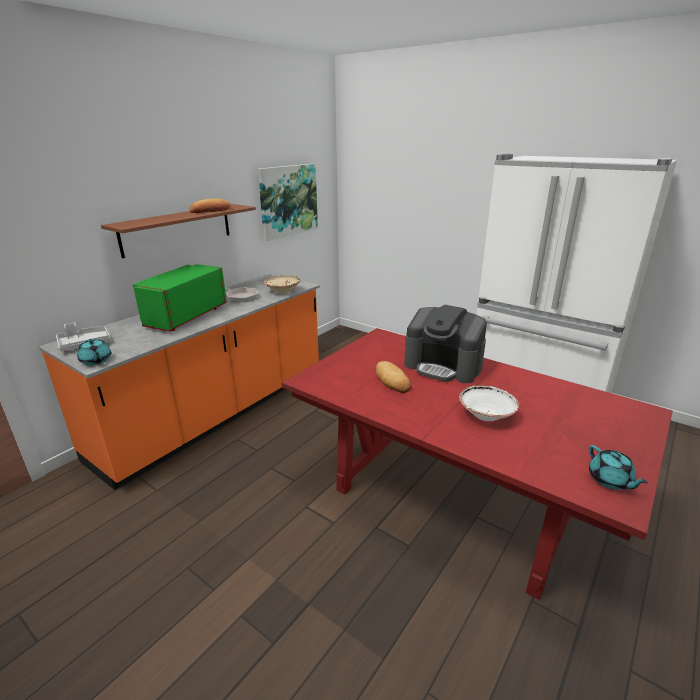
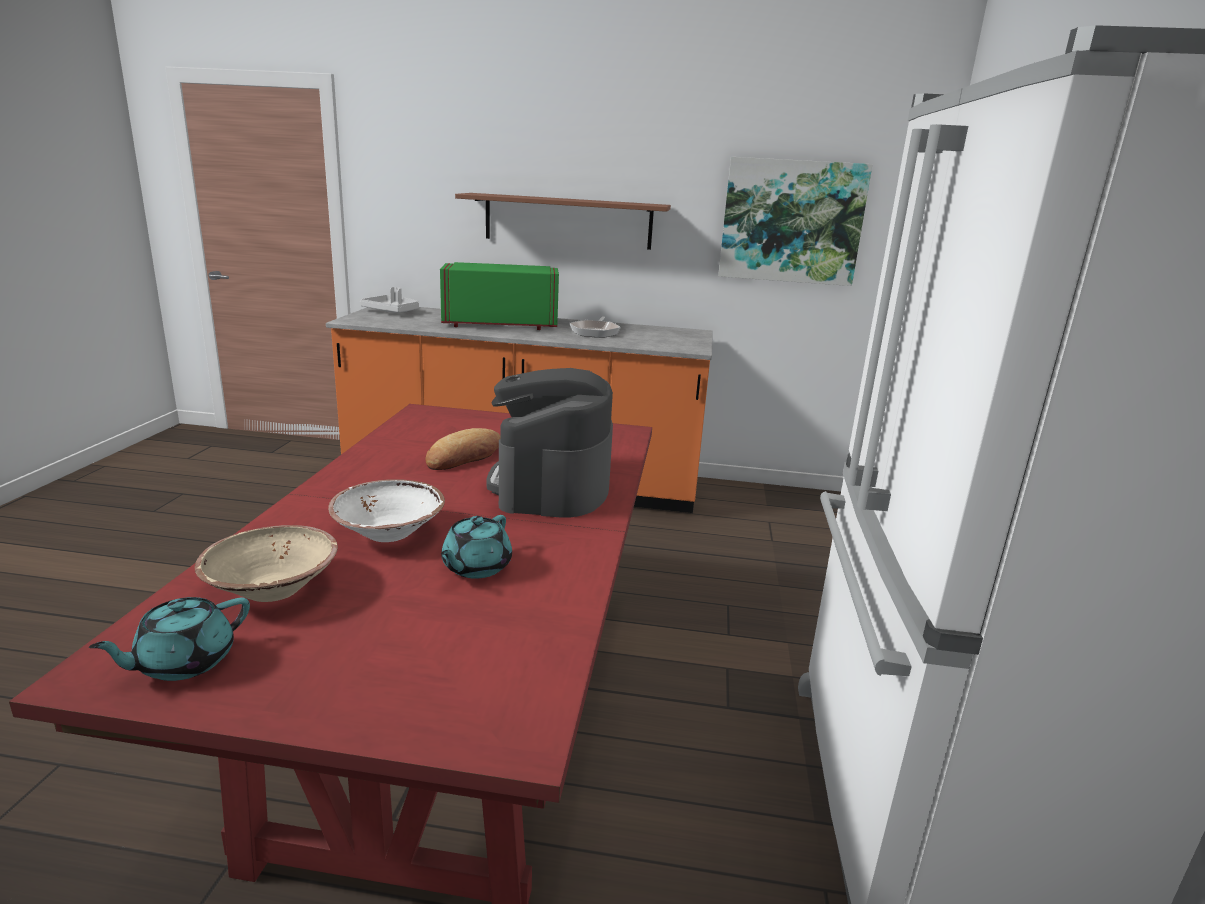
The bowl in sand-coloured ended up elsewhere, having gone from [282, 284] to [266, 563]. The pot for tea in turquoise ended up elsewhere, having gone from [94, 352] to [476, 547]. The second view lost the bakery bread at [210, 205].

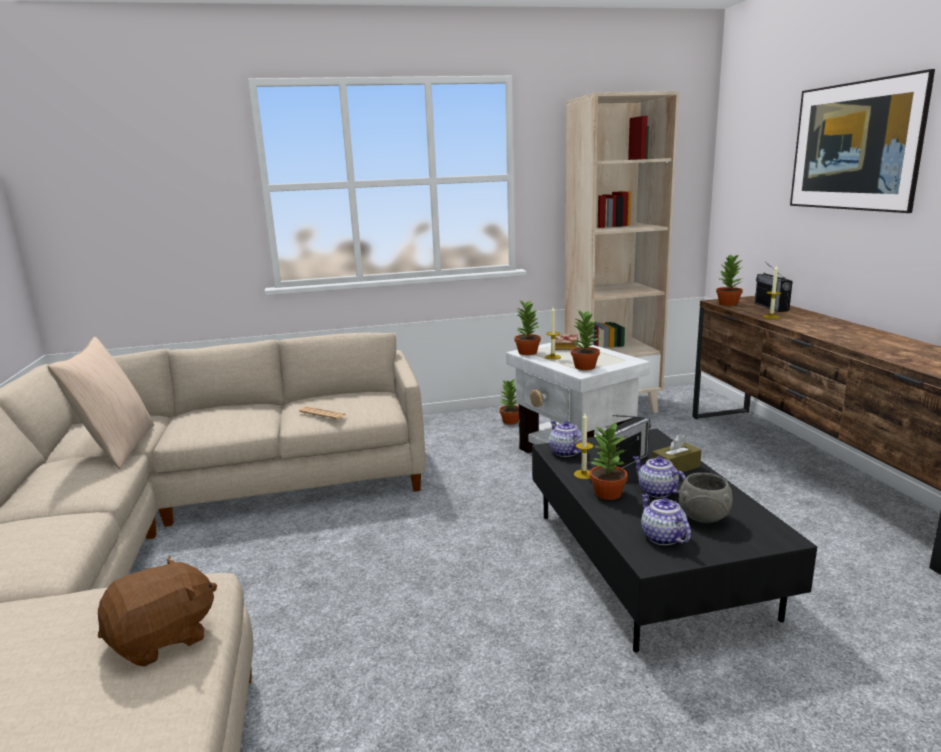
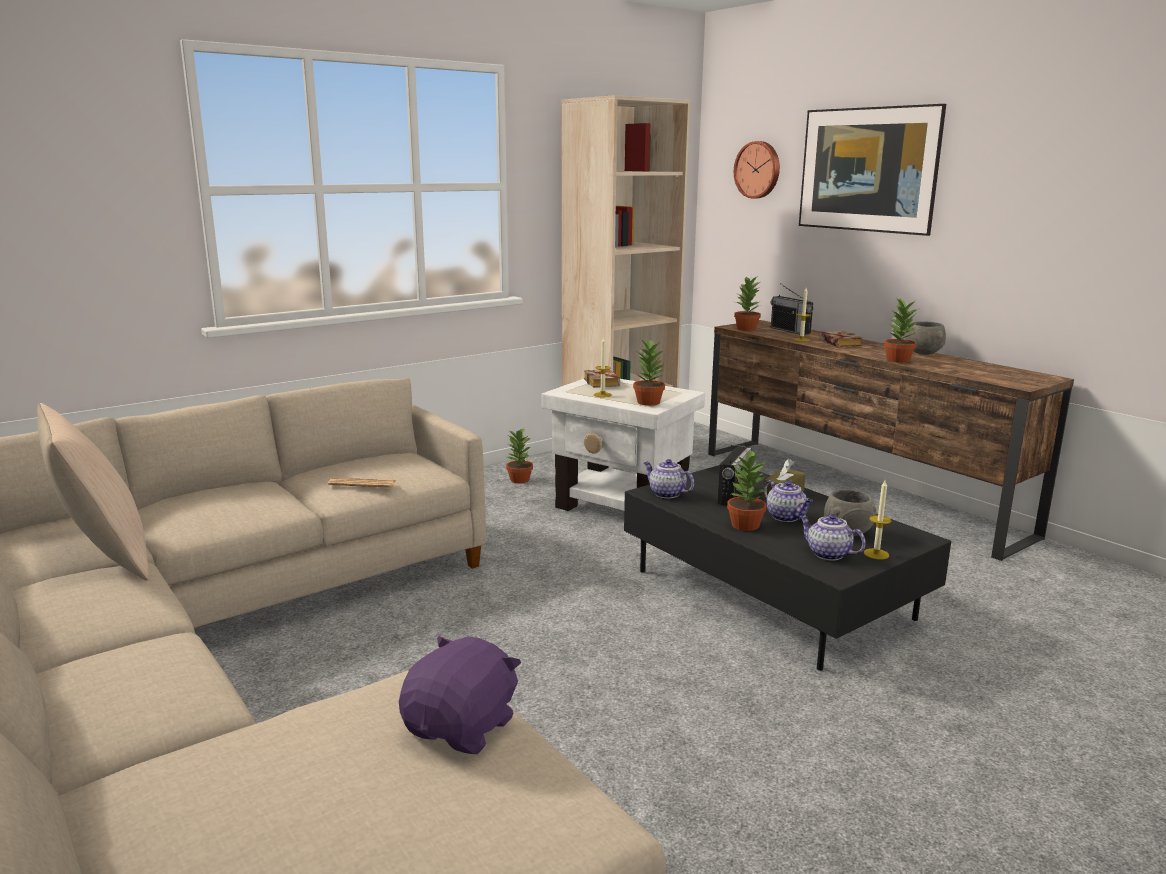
What was the plush toy in brown-coloured at [157, 611] turned into the plush toy in purple-coloured at [460, 695]. The second view gained the hanging clock at [757, 170]. The pot for tea at [659, 477] ended up facing another way, 150 degrees counterclockwise from before. The second view gained the volume at [840, 339]. The candle ended up elsewhere, having gone from [583, 446] to [877, 520]. The potted plant ended up elsewhere, having gone from [527, 328] to [901, 330]. The second view gained the bowl in greyish at [925, 338].

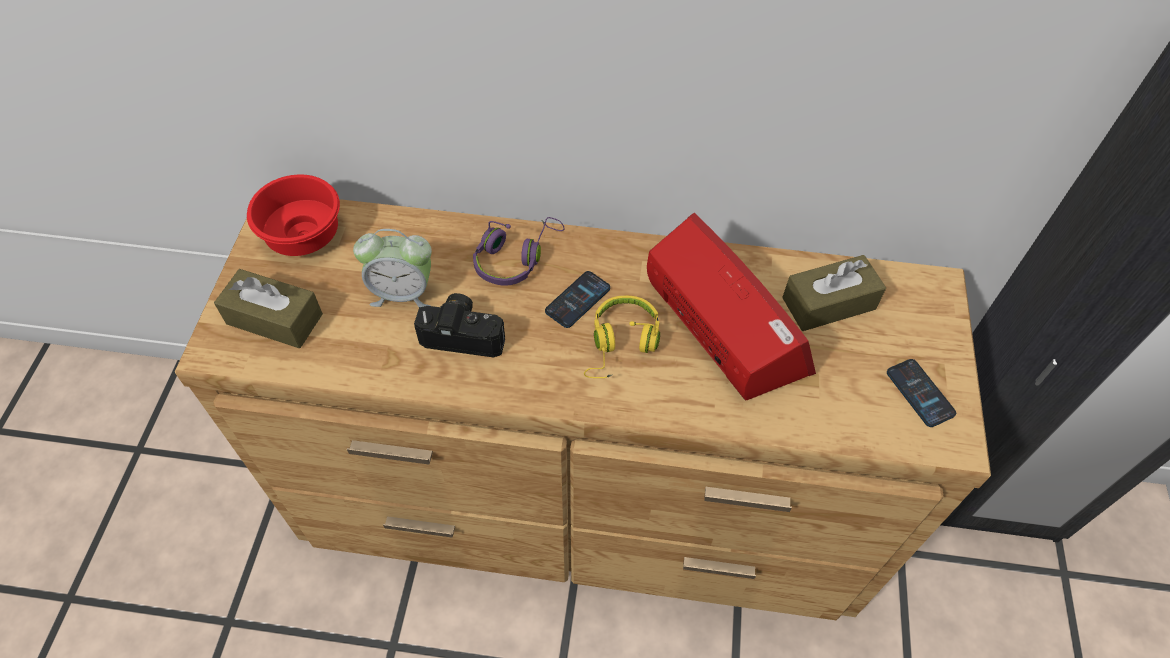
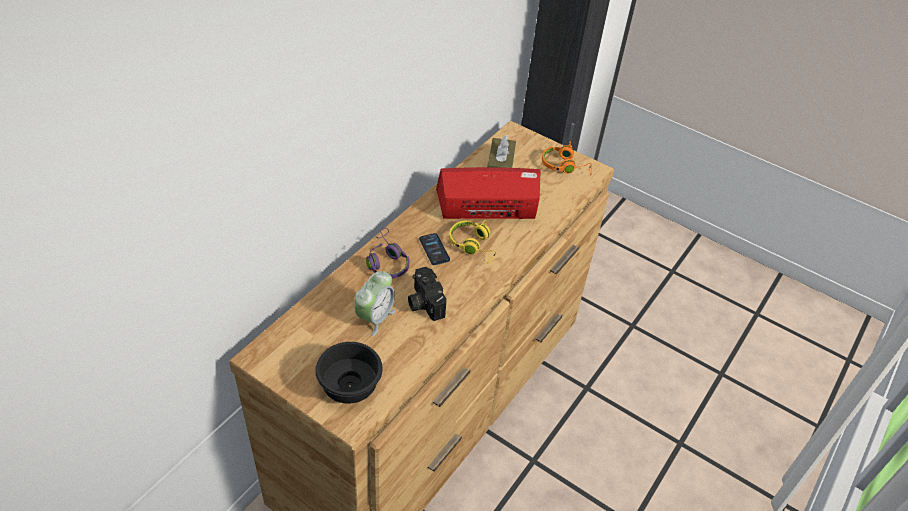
Where the tissue box in brown-coloured stood at [268, 308], the bowl in black-coloured came to stand at [348, 373]. The still camera at [459, 325] ended up facing another way, 60 degrees counterclockwise from before. Where the telephone stood at [921, 393], the headphones in orange came to stand at [567, 158]. The second view lost the bowl in reddish at [293, 215].

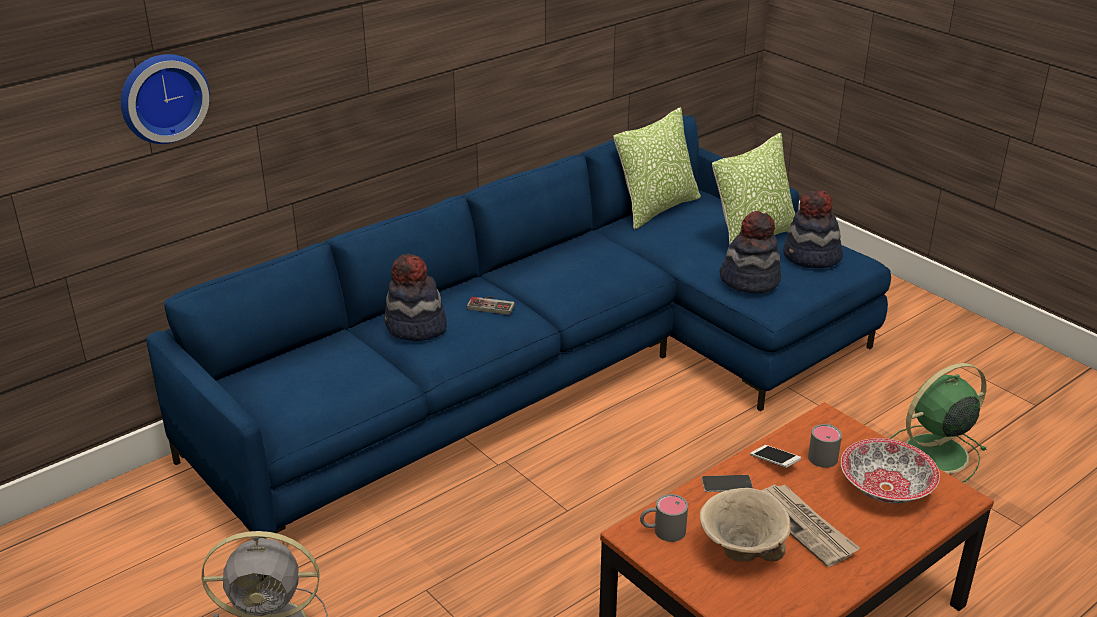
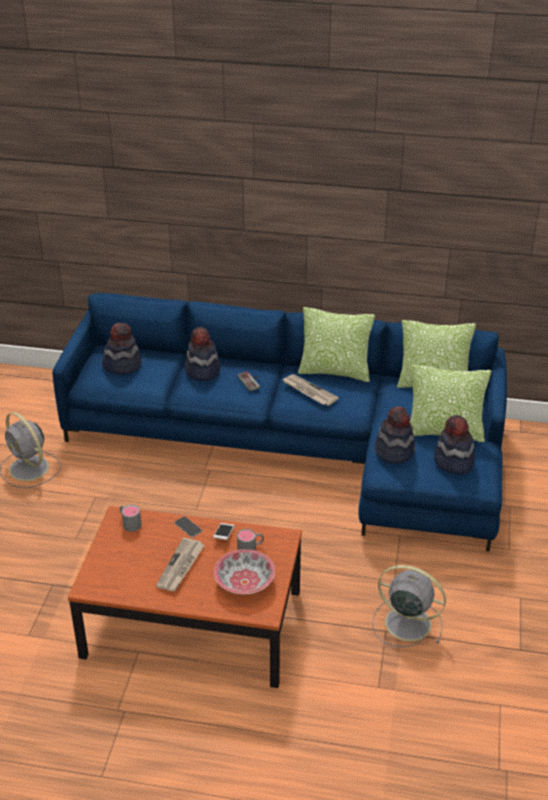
The second view gained the hat at [122, 349]. The second view gained the printed paper at [310, 390]. The second view gained the cushion at [336, 344]. What was the cooling fan in greenish at [938, 422] turned into the cooling fan in greyish at [409, 606]. The second view lost the hanging clock at [165, 99]. The second view lost the bowl in sand-coloured at [745, 525].

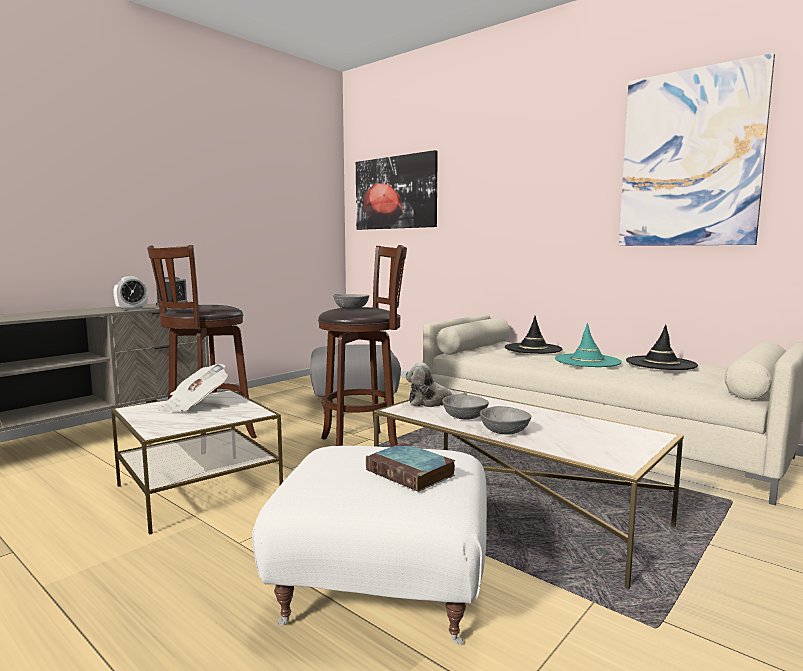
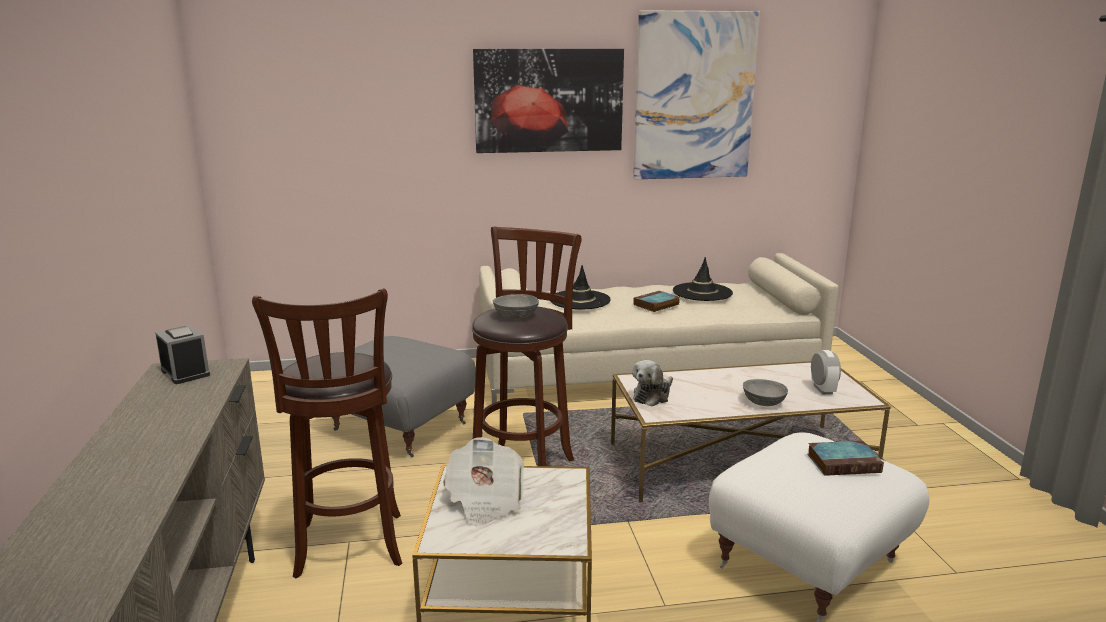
The picture ended up elsewhere, having gone from [397, 190] to [548, 101]. Where the hat in turquoise stood at [588, 345], the volume came to stand at [656, 301]. The alarm clock ended up elsewhere, having gone from [130, 293] to [826, 372]. The second view lost the bowl in greyish at [465, 407].

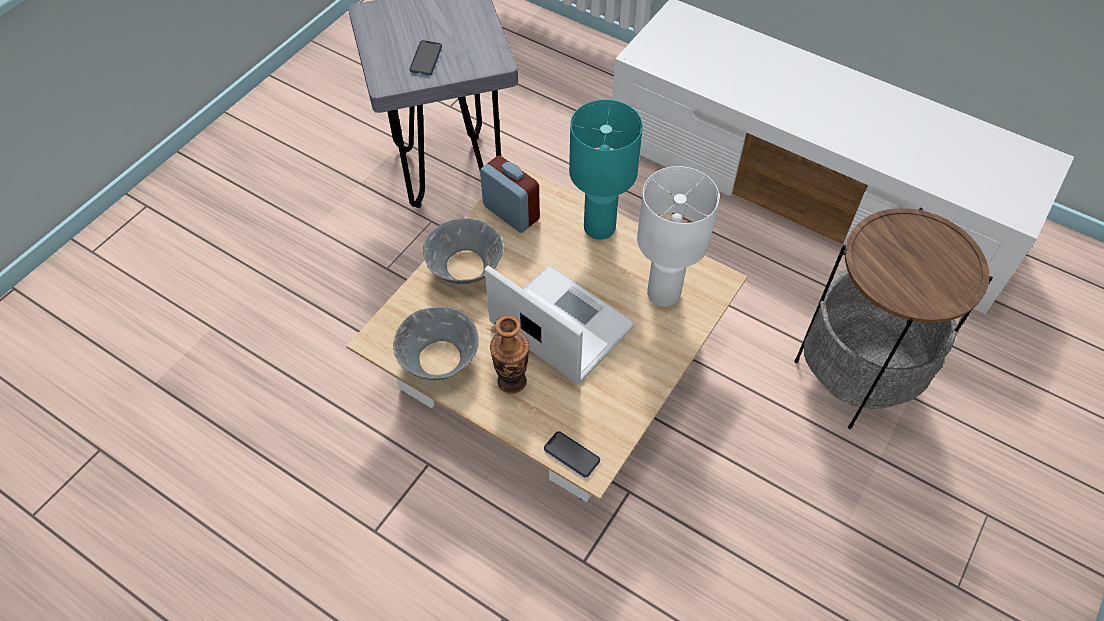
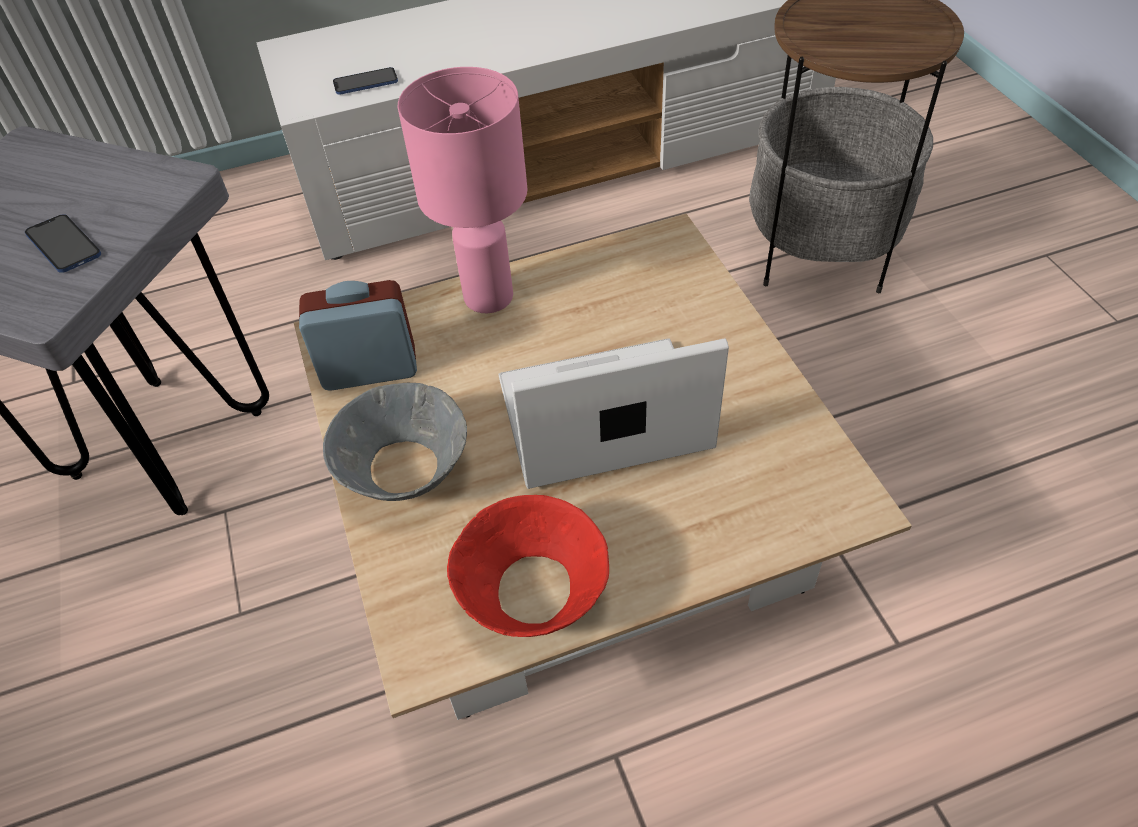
The telephone ended up elsewhere, having gone from [572, 454] to [365, 81]. What was the tabletop lamp in turquoise at [606, 169] turned into the tabletop lamp in pink-coloured at [463, 190]. What was the bowl in greyish at [436, 343] turned into the bowl in reddish at [528, 566]. The second view lost the flower vase at [509, 354]. The second view lost the tabletop lamp in white at [678, 236].

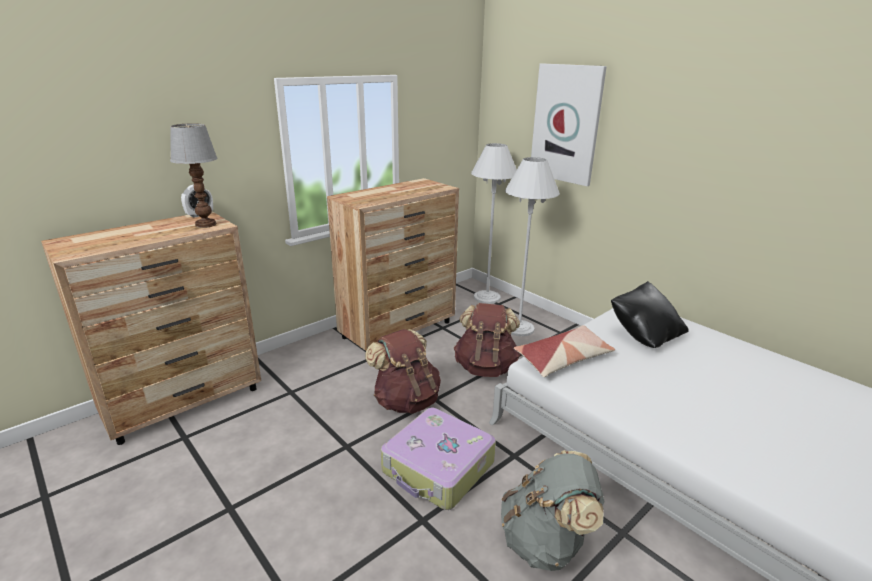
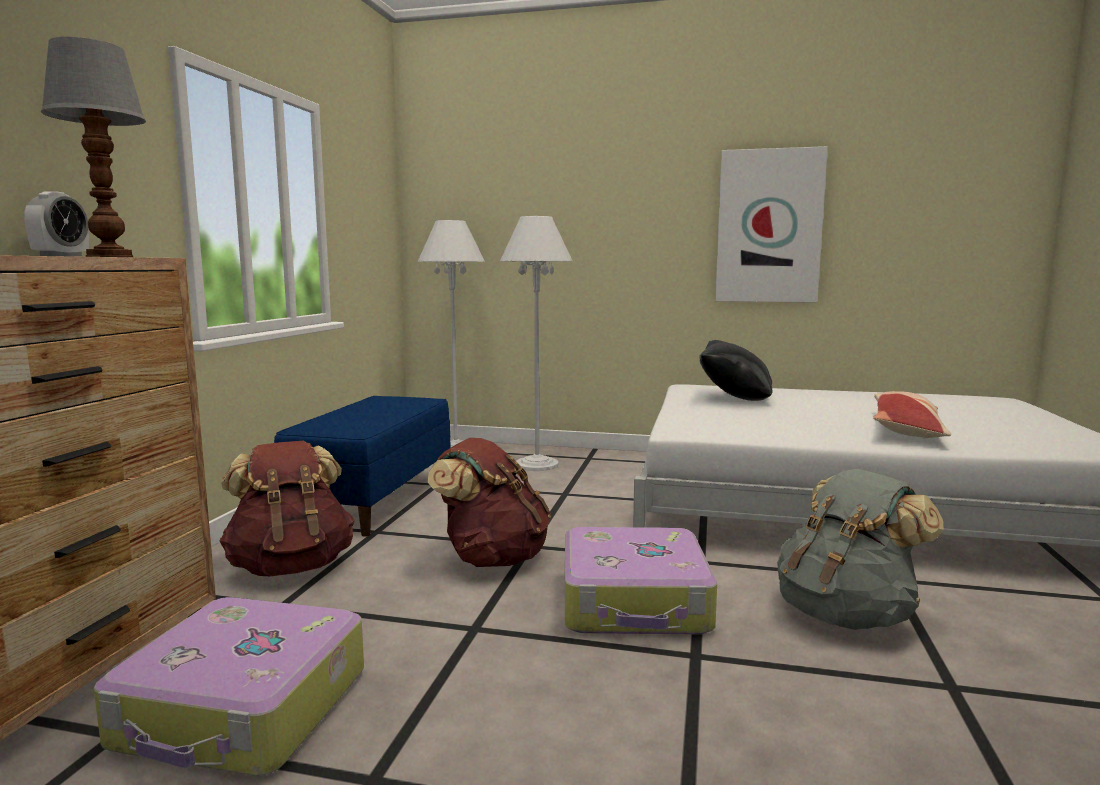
The second view gained the piece of luggage at [229, 686]. The knapsack in brown-coloured ended up elsewhere, having gone from [487, 340] to [287, 508]. Where the dresser in brown-coloured stood at [393, 264], the bench in blue-coloured came to stand at [362, 466]. The picture ended up elsewhere, having gone from [569, 124] to [771, 224]. The cushion ended up elsewhere, having gone from [564, 351] to [912, 414].

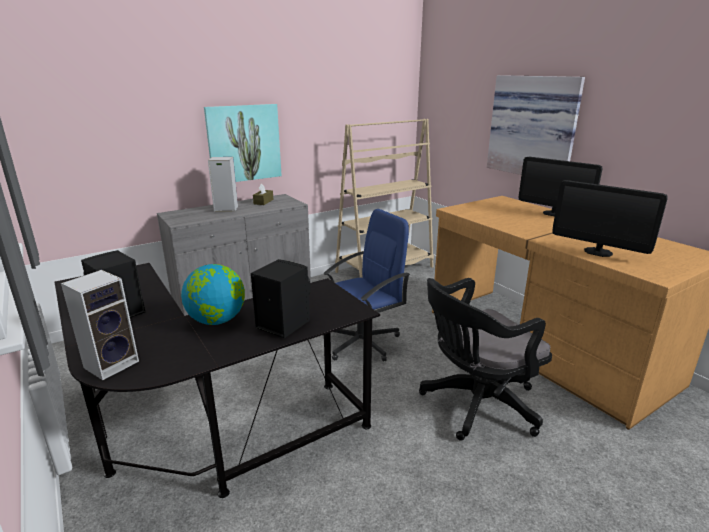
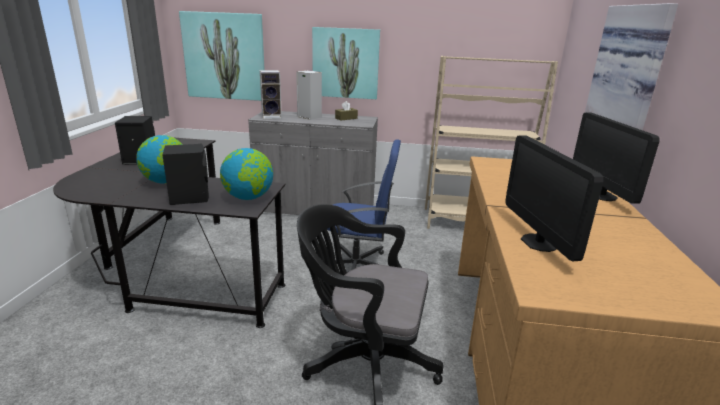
The second view gained the picture at [222, 56]. The second view gained the desk globe at [246, 174]. The audio speaker ended up elsewhere, having gone from [100, 325] to [271, 94].

